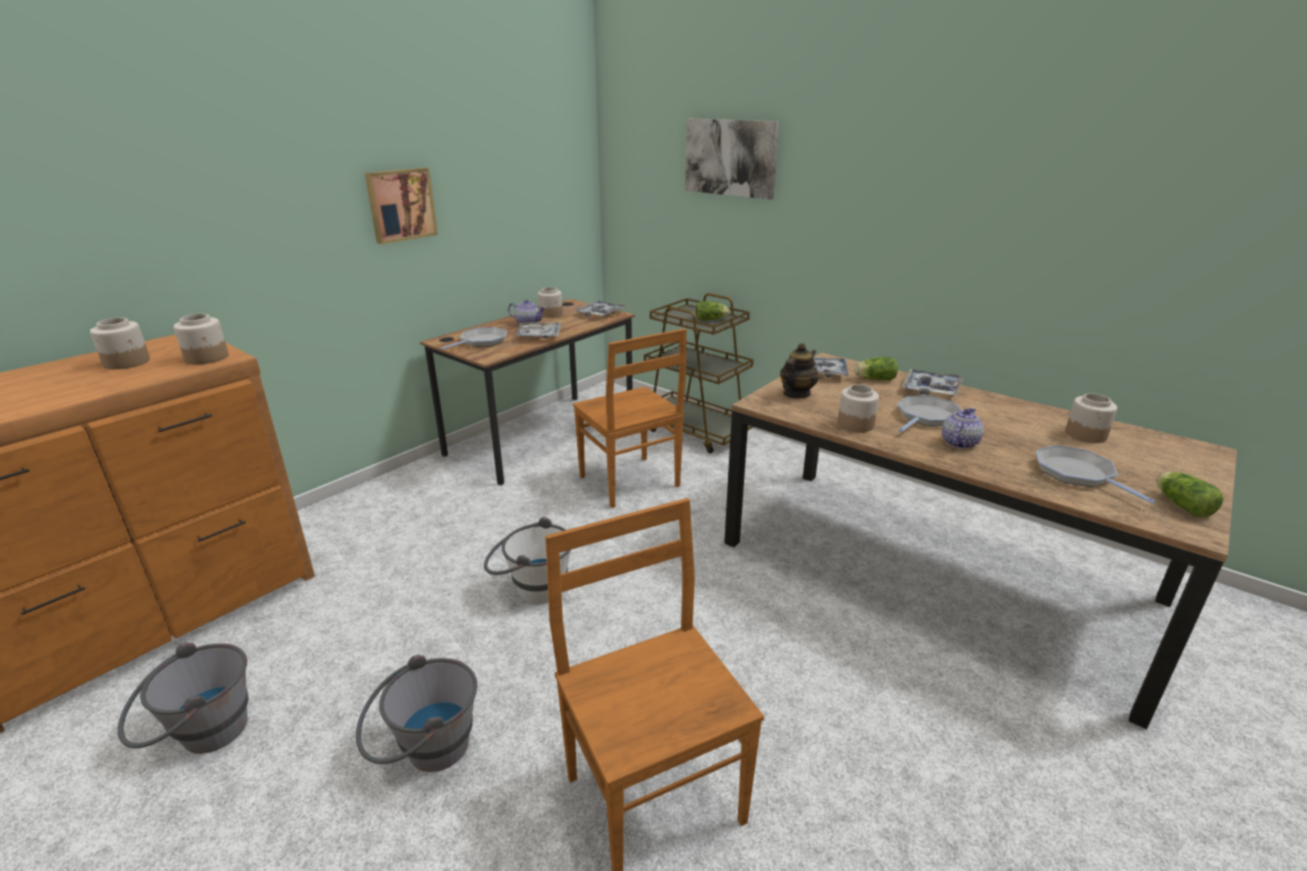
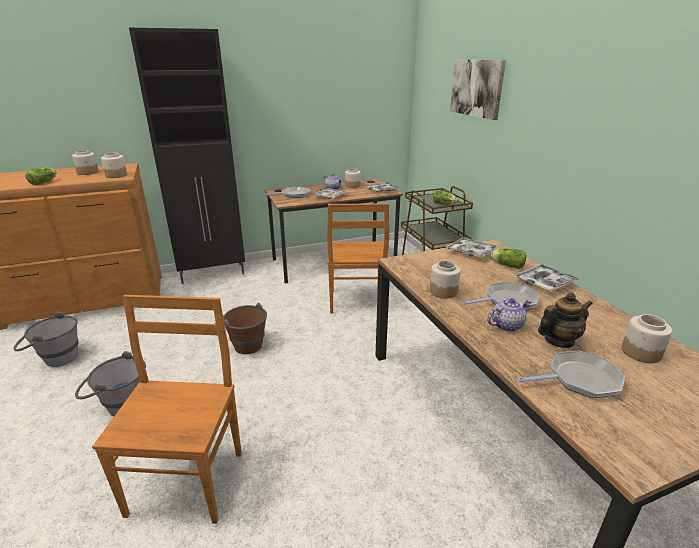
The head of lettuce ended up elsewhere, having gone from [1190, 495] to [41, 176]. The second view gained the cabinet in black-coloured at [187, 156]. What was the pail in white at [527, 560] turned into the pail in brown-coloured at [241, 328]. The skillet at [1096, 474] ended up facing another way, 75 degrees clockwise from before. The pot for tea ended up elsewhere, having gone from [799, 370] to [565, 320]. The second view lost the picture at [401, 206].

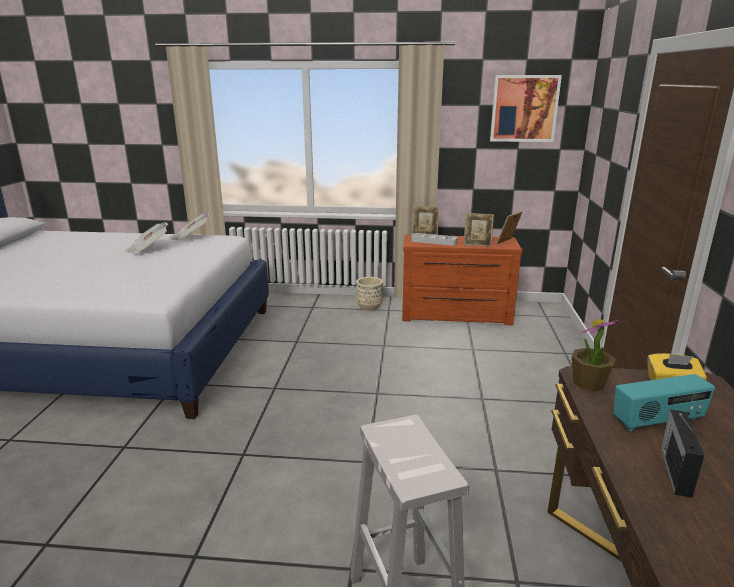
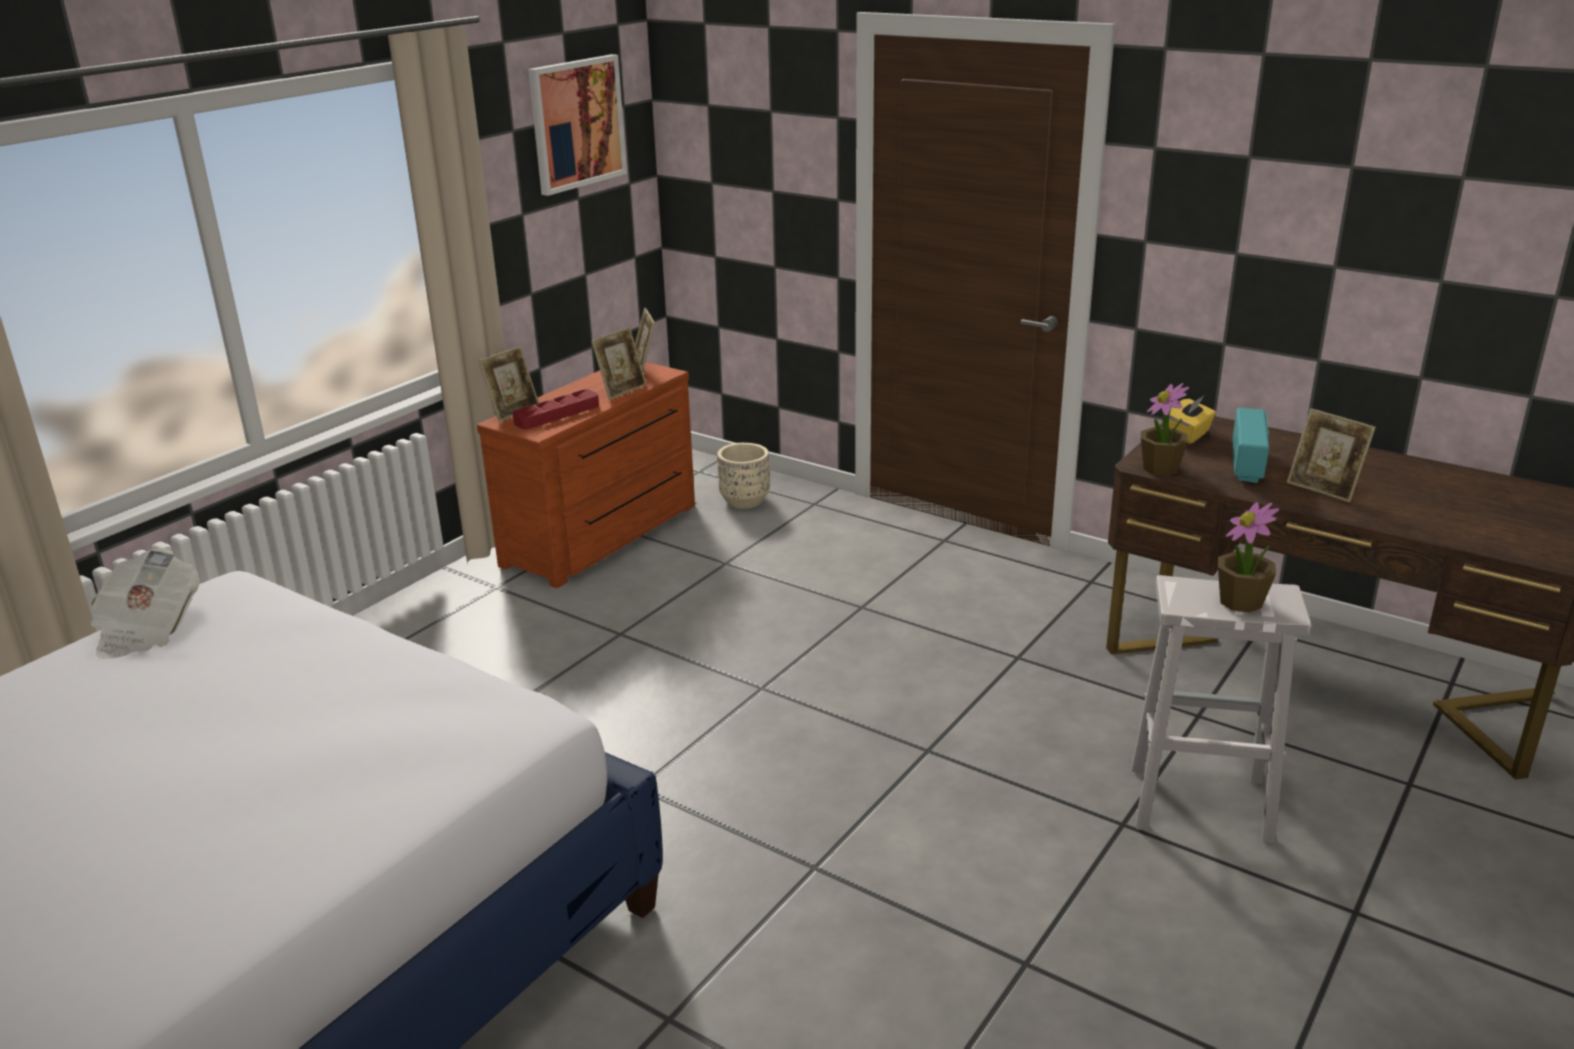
What was the serving tray in greyish at [434, 239] turned into the serving tray in reddish at [556, 409]. The plant pot in sand-coloured ended up elsewhere, having gone from [369, 294] to [743, 476]. The second view gained the potted plant at [1248, 557]. Where the radio set stood at [682, 453], the picture frame came to stand at [1331, 455]. The second view lost the printed paper at [146, 238].

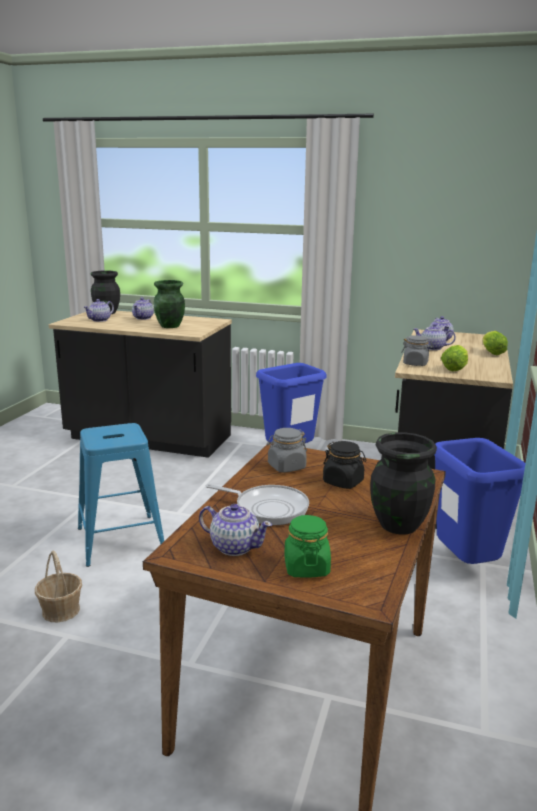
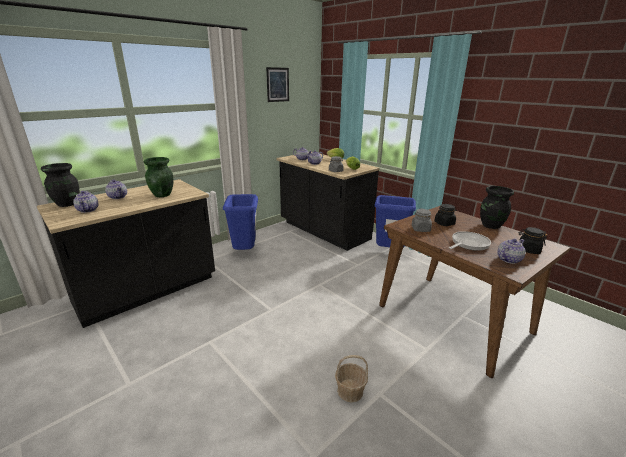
The second view gained the picture at [277, 84]. What was the preserve jar in greenish at [307, 546] turned into the preserve jar in black-coloured at [533, 240]. The second view lost the sitting stool in blue-coloured at [121, 495].

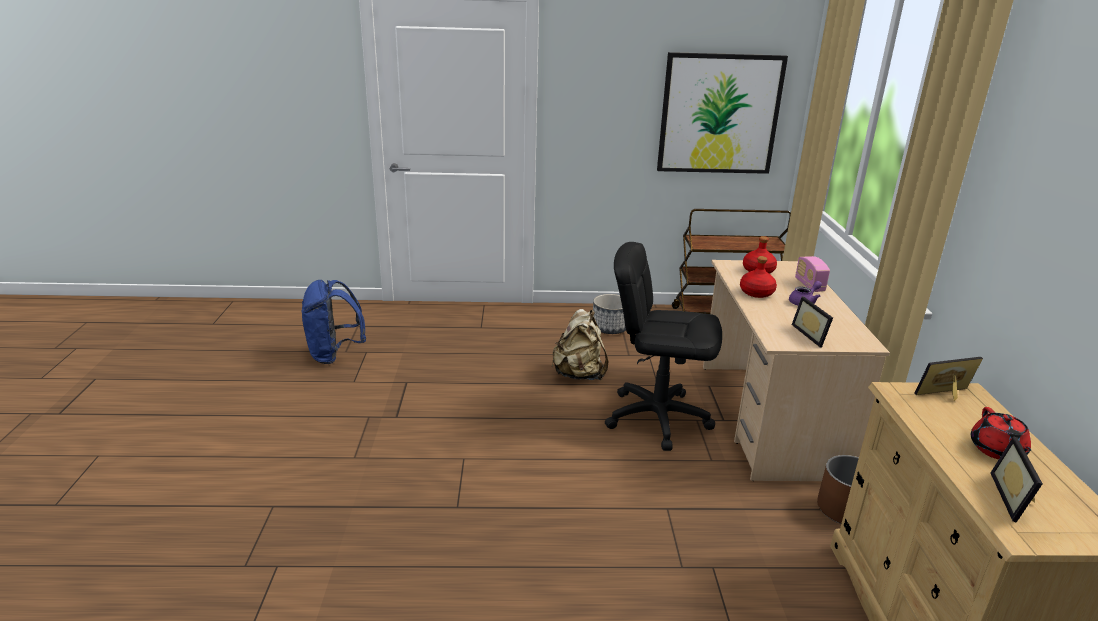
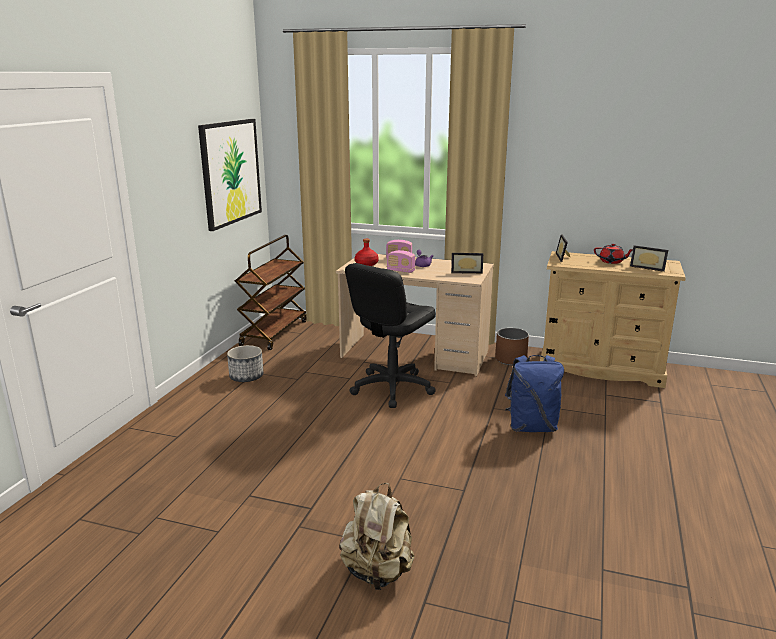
The knapsack in sand-coloured ended up elsewhere, having gone from [580, 344] to [376, 536]. Where the bottle in reddish stood at [758, 277], the radio set came to stand at [401, 261]. The knapsack in blue-coloured ended up elsewhere, having gone from [333, 322] to [534, 393].

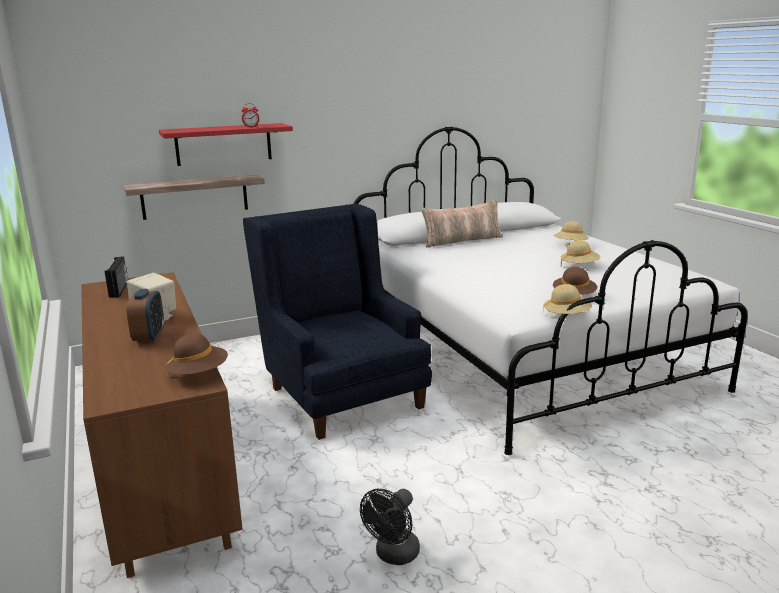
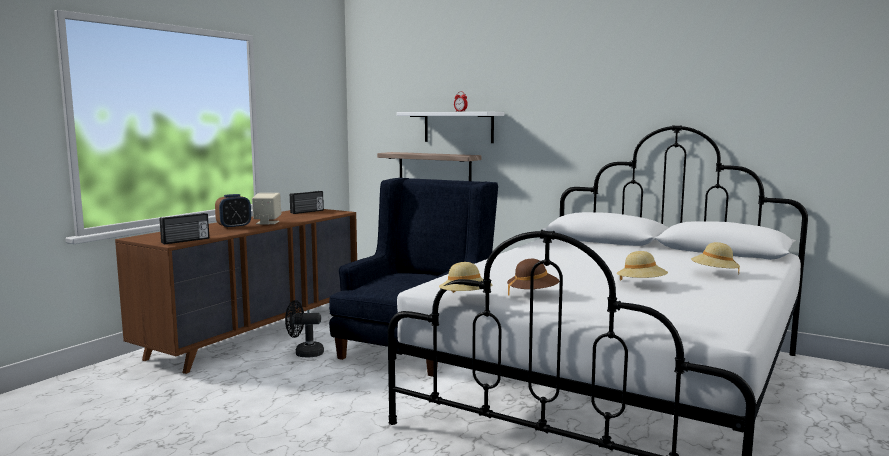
Where the hat in brown-coloured stood at [197, 354], the radio set came to stand at [184, 228]. The cooling fan in black-coloured ended up elsewhere, having gone from [390, 527] to [304, 328]. What was the wall shelf in reddish at [226, 144] turned into the wall shelf in white at [450, 127]. The second view lost the cushion at [462, 224].

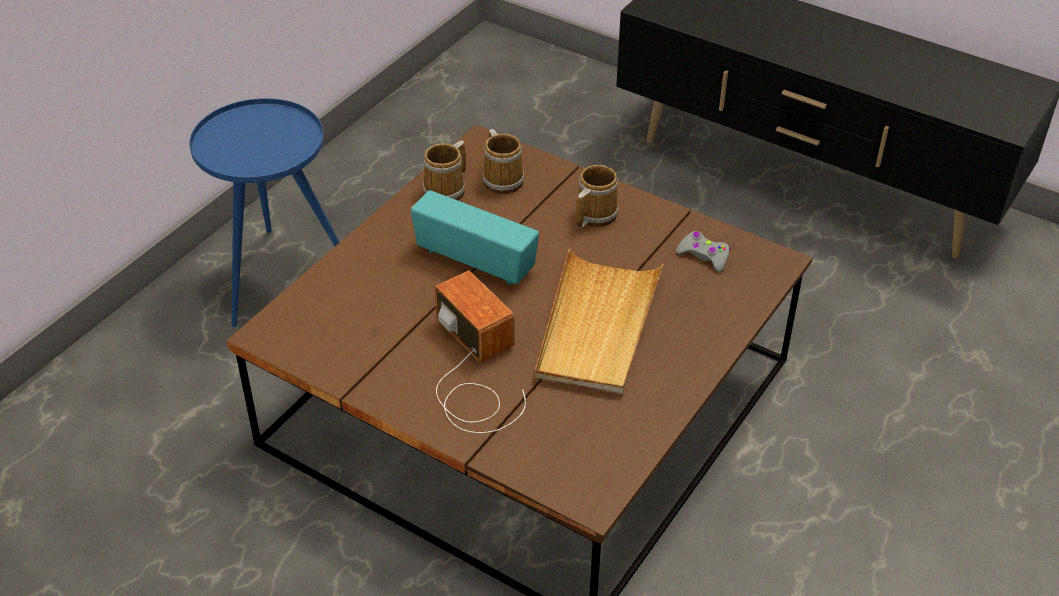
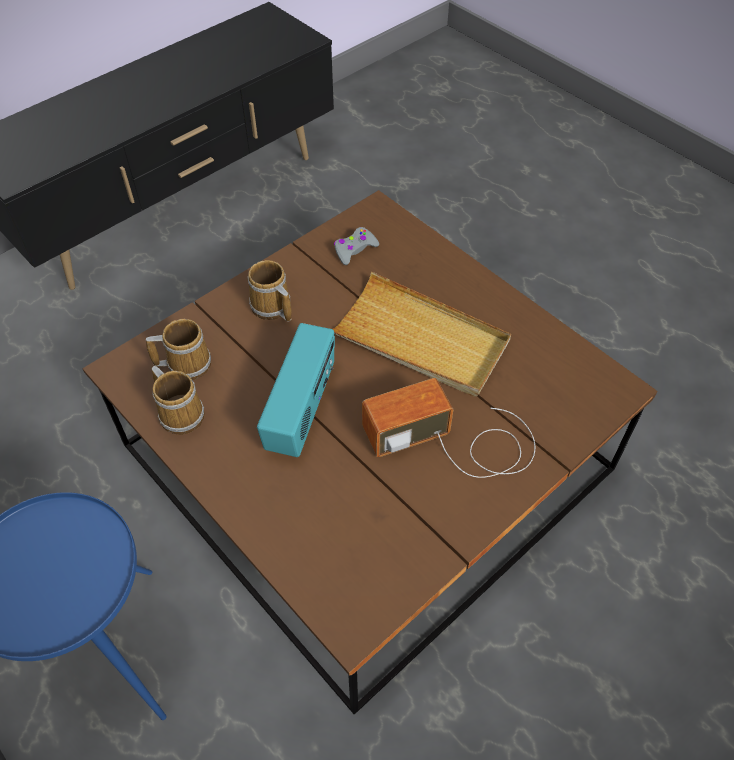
The radio set at [475, 237] ended up facing another way, 150 degrees clockwise from before.

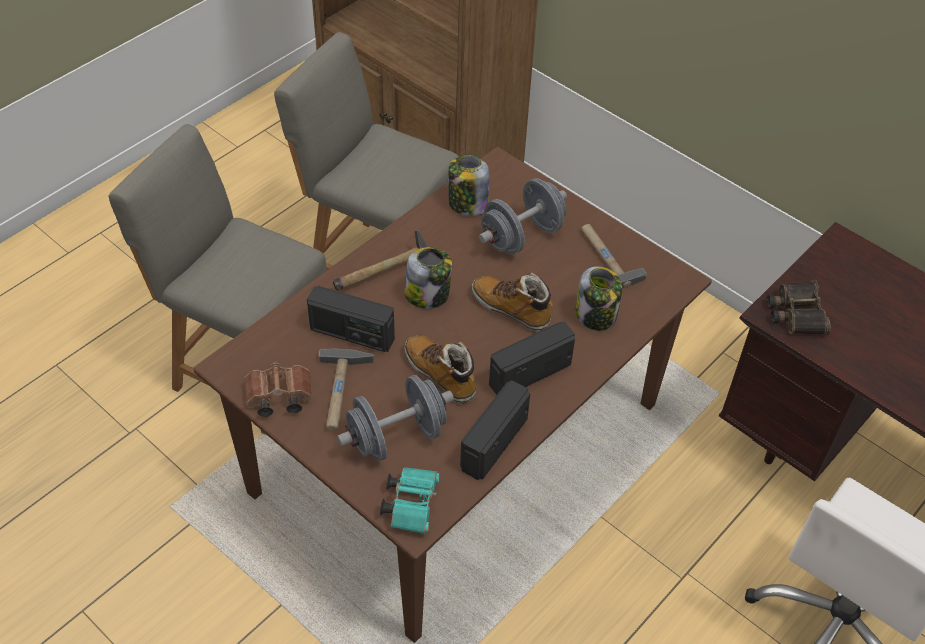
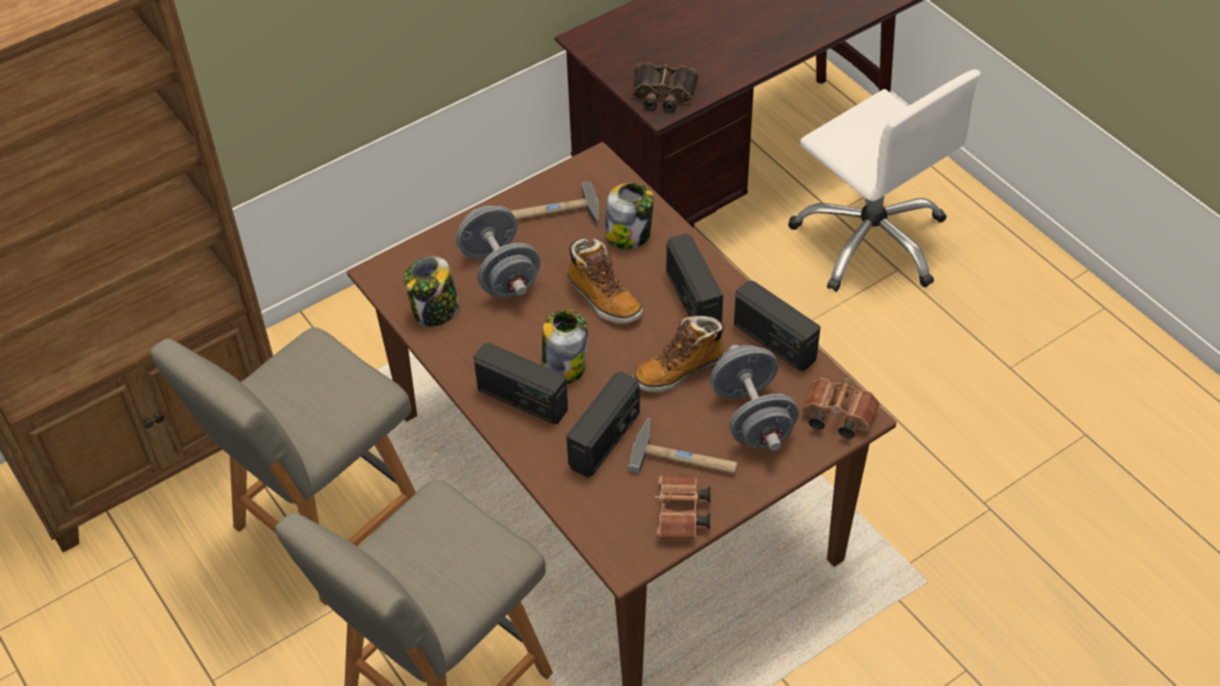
Where the tool hammer stood at [380, 260], the radio set came to stand at [521, 383]. The tall boot at [512, 301] ended up facing another way, 90 degrees counterclockwise from before. What was the field glasses in turquoise at [410, 500] turned into the field glasses in brown-coloured at [840, 408].

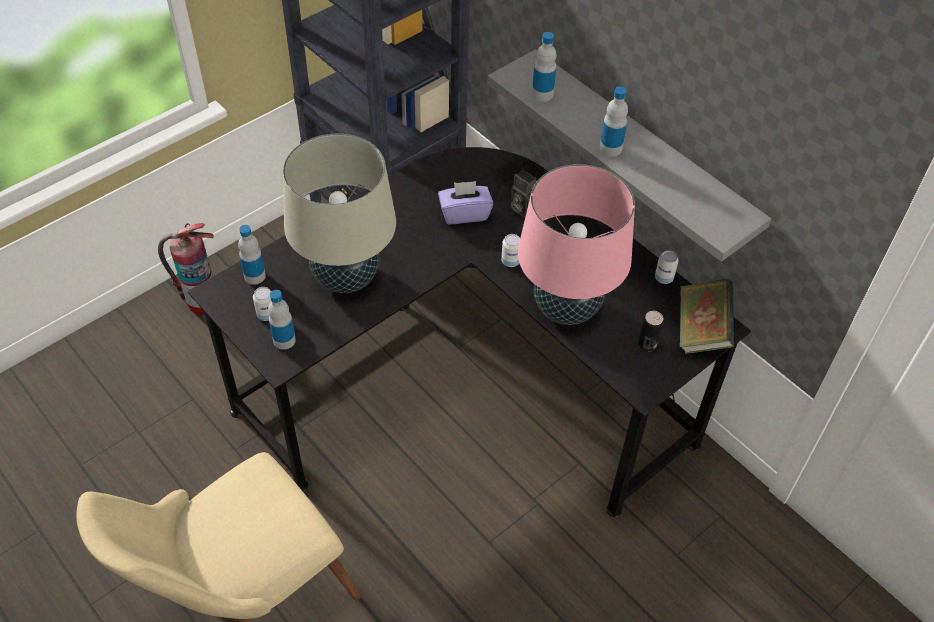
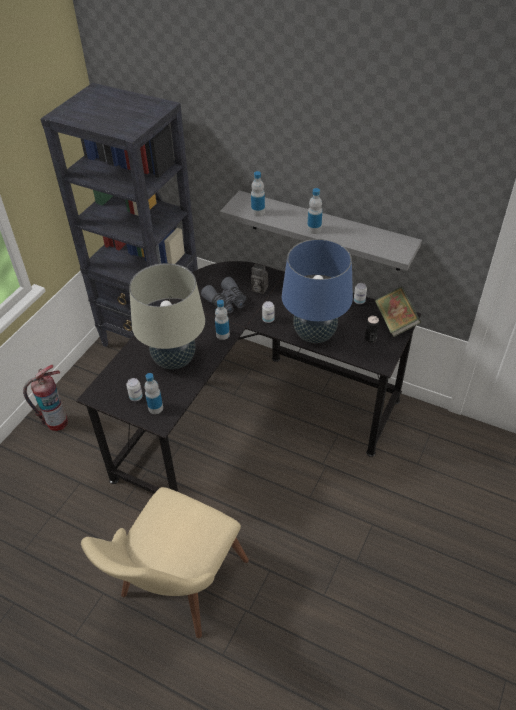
Where the tissue box in purple-coloured stood at [465, 202], the field glasses in greyish came to stand at [224, 295]. The bottle ended up elsewhere, having gone from [252, 255] to [222, 320]. What was the tabletop lamp in pink-coloured at [576, 244] turned into the tabletop lamp in blue-coloured at [317, 291].

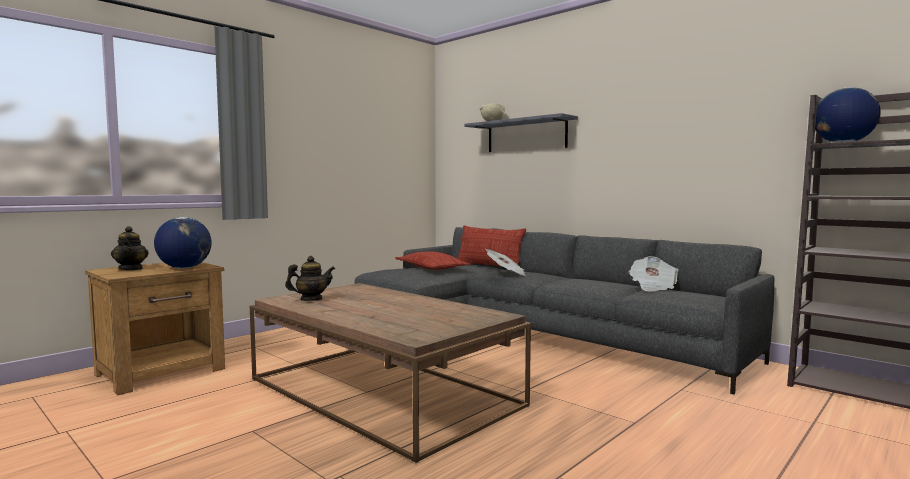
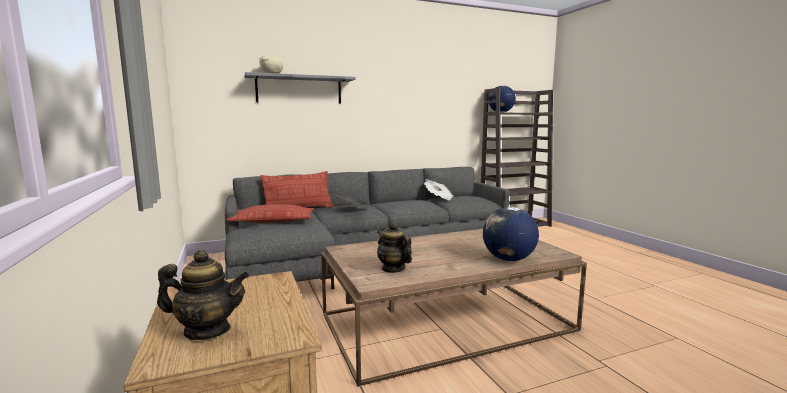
The pot for tea at [310, 278] ended up facing another way, 45 degrees counterclockwise from before. The desk globe ended up elsewhere, having gone from [183, 243] to [511, 234].

